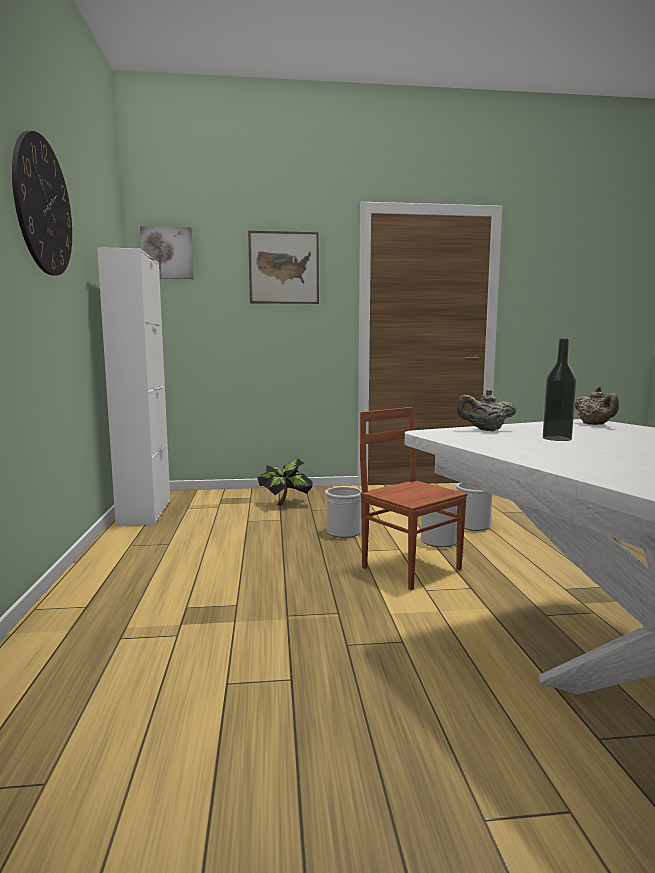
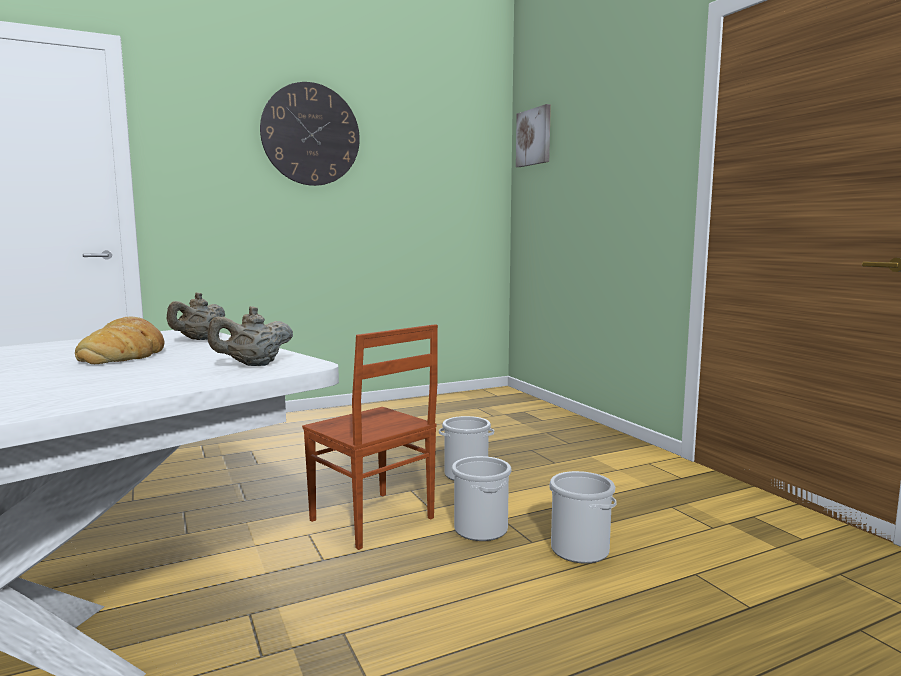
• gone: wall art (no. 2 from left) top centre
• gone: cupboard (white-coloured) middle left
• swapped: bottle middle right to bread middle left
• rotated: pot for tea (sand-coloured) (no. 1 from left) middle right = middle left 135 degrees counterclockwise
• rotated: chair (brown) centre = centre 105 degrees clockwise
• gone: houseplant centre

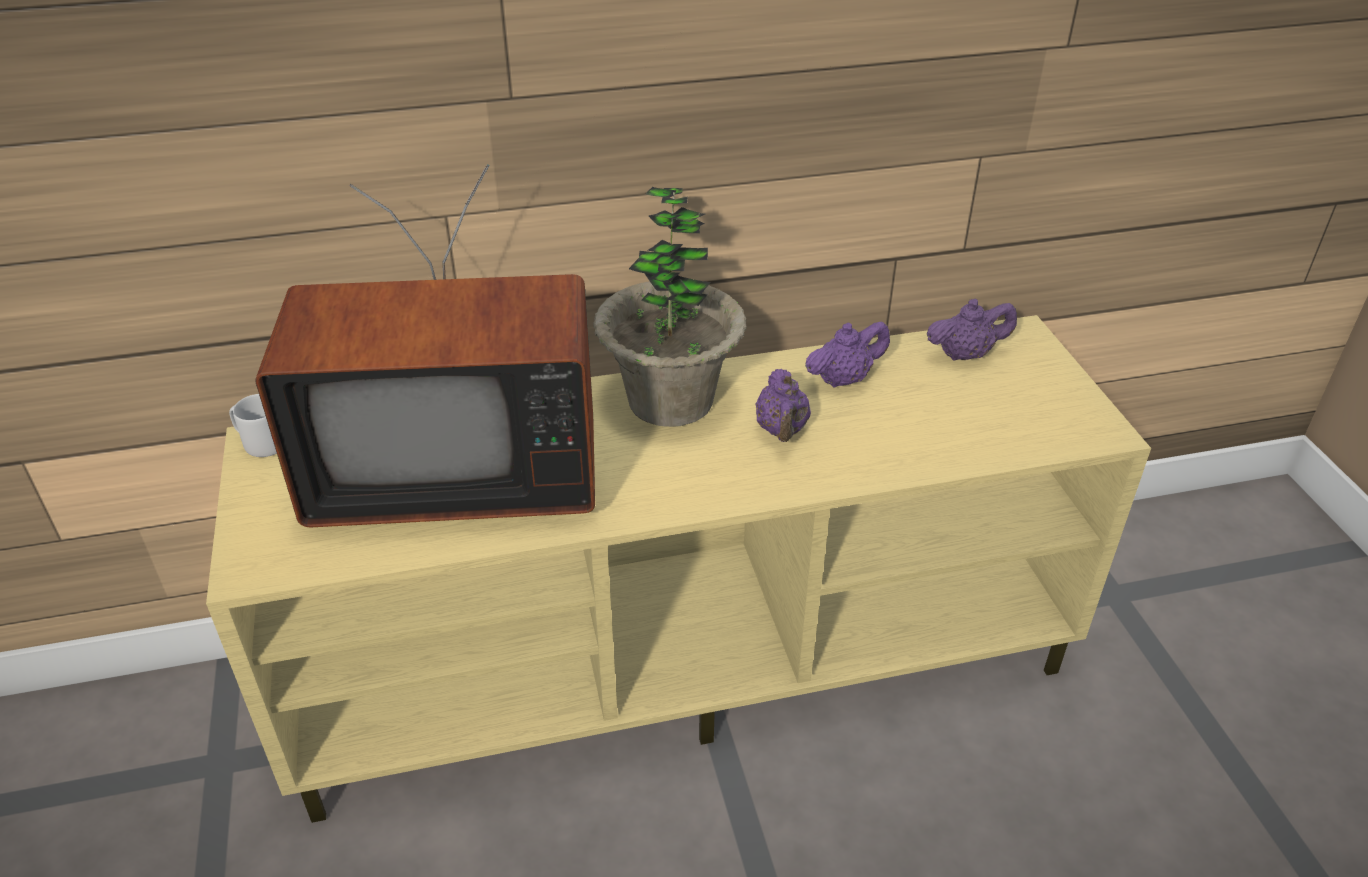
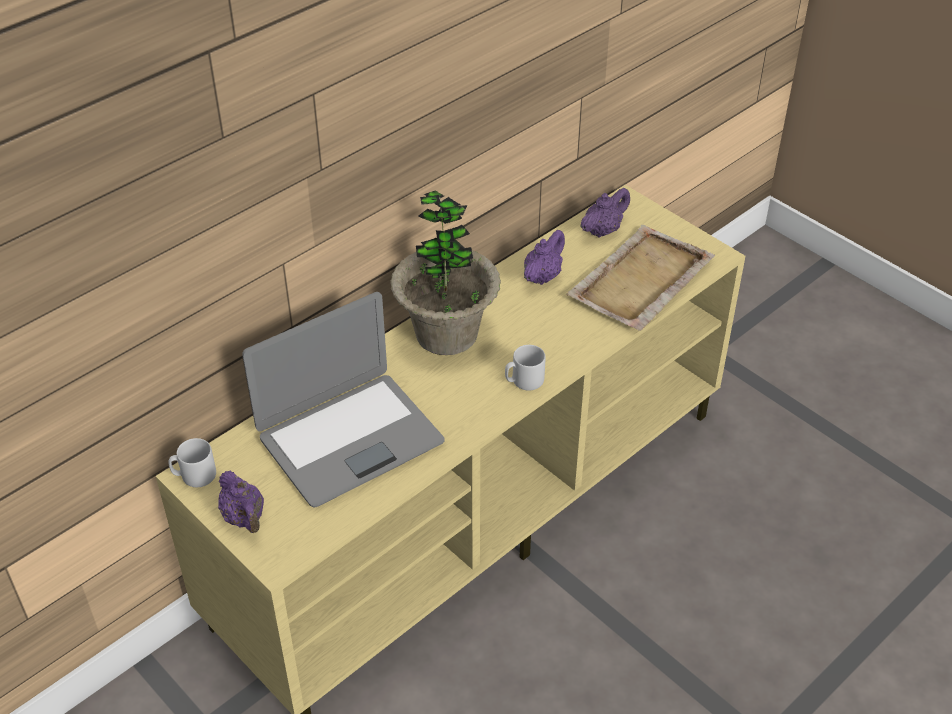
• swapped: TV middle left to portable computer centre
• shifted: pot for tea (purple) (no. 1 from left) centre to bottom left
• new: carrying tray (sand-coloured) middle right
• new: mug (grey) (no. 2 from left) centre

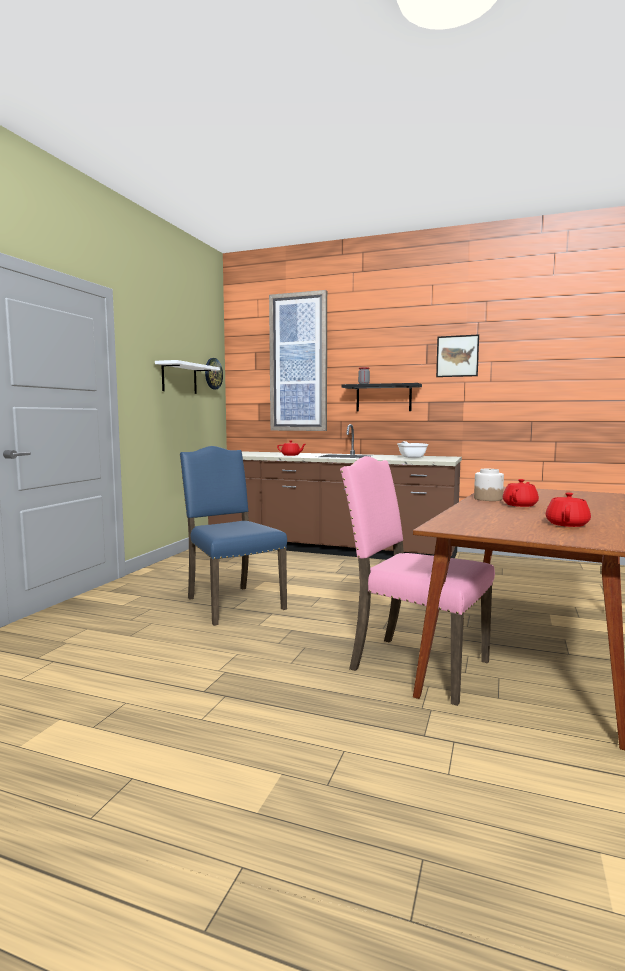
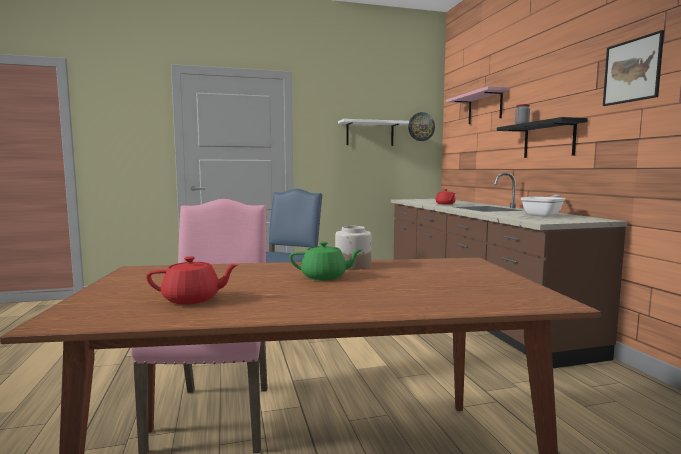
• swapped: wall art (no. 1 from left) centre to shelf (pinkish) top right
• repainted: pot for tea (red) (no. 2 from left) middle right to pot for tea (greenish) centre

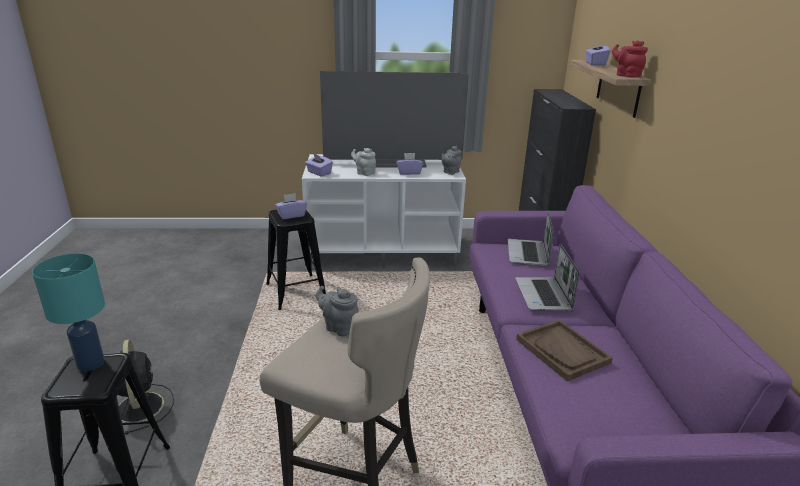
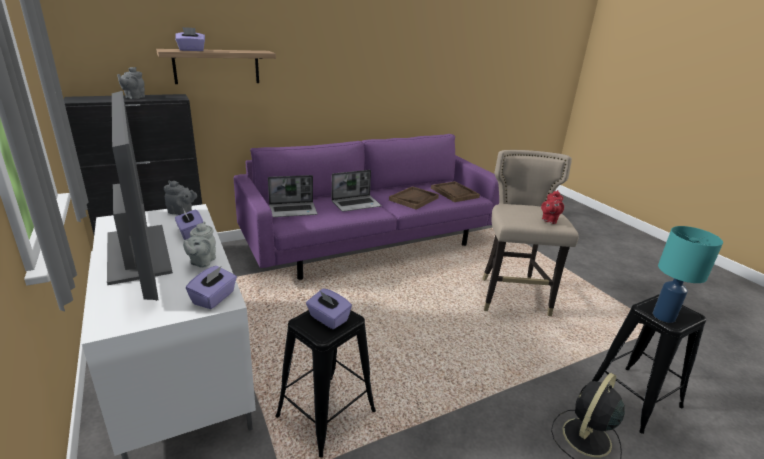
• shifted: pot for tea (red) top right to middle right
• shifted: pot for tea (grey) (no. 1 from left) centre to top left
• new: carrying tray (brown) (no. 2 from left) centre

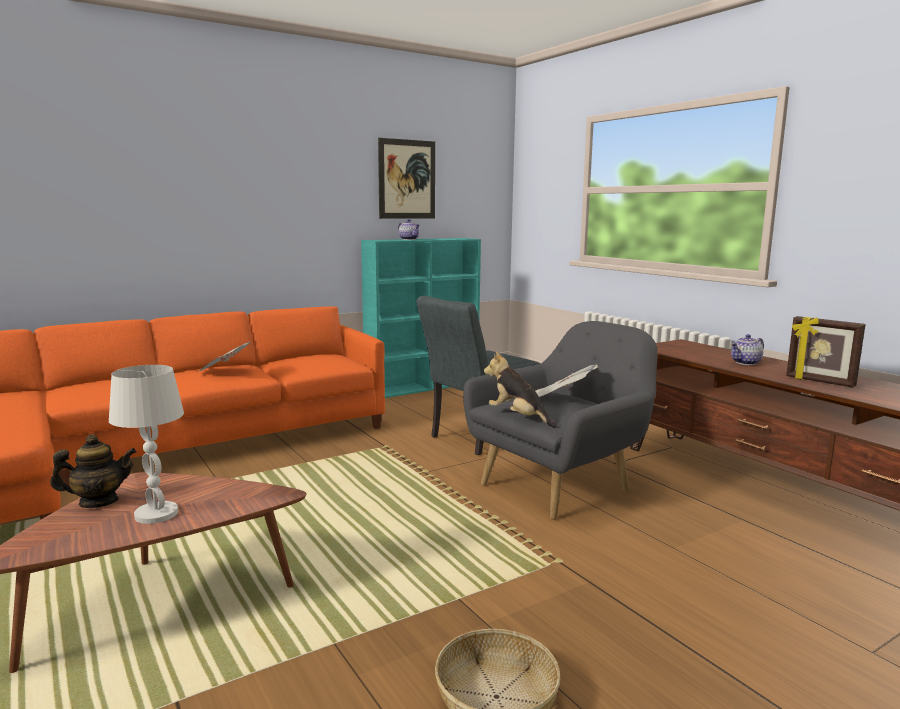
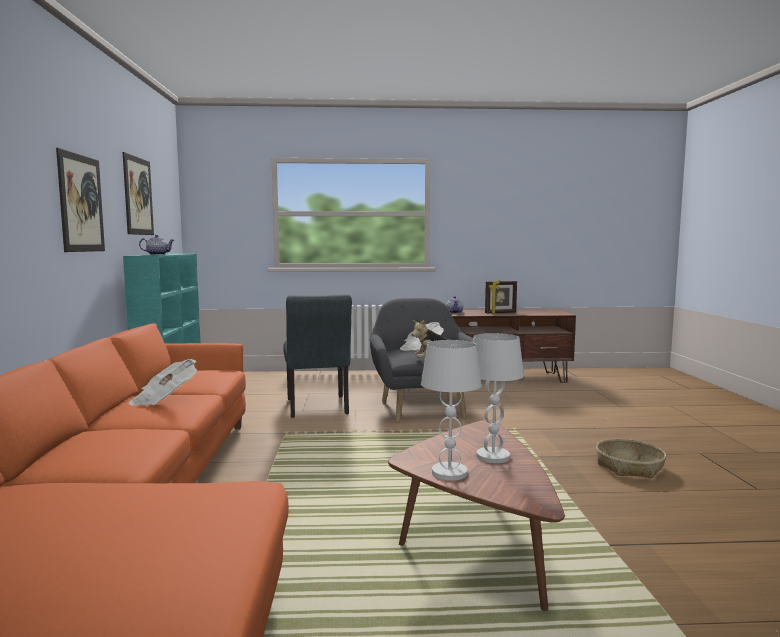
• swapped: pot for tea (no. 1 from left) middle left to table lamp (white-coloured) (no. 1 from left) centre
• new: wall art (no. 1 from left) top left

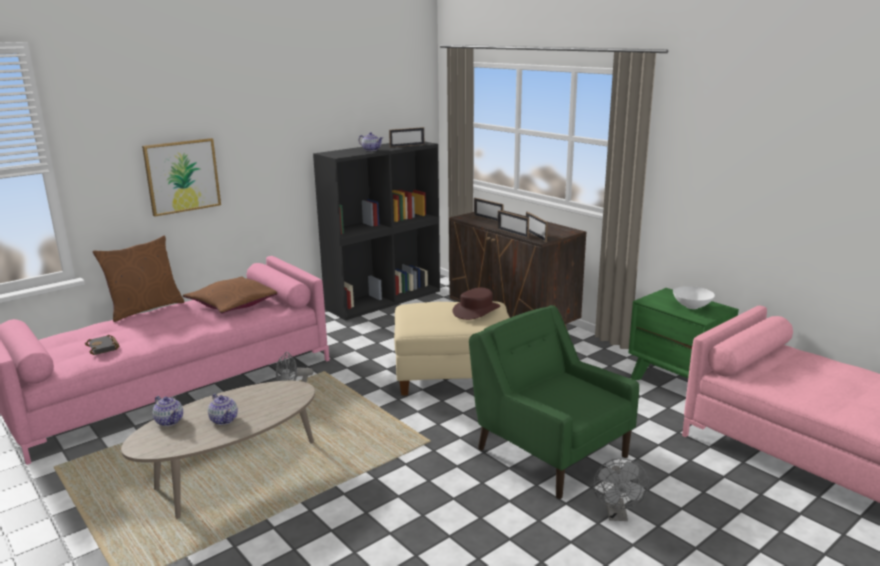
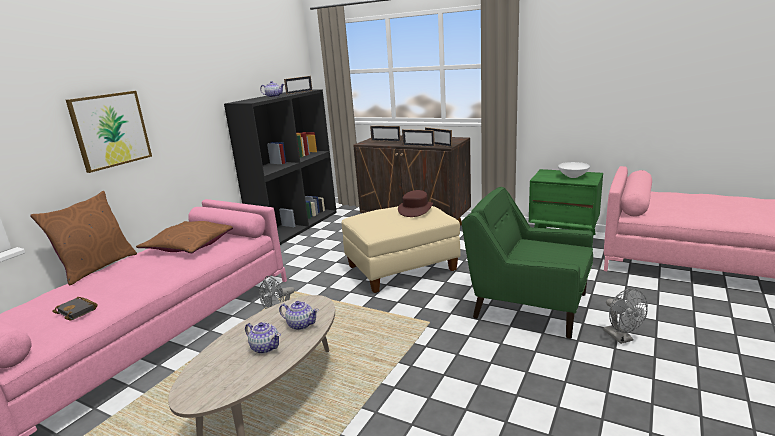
• shifted: pot for tea (no. 1 from left in the first image) bottom left to pot for tea (no. 3 from left) bottom centre

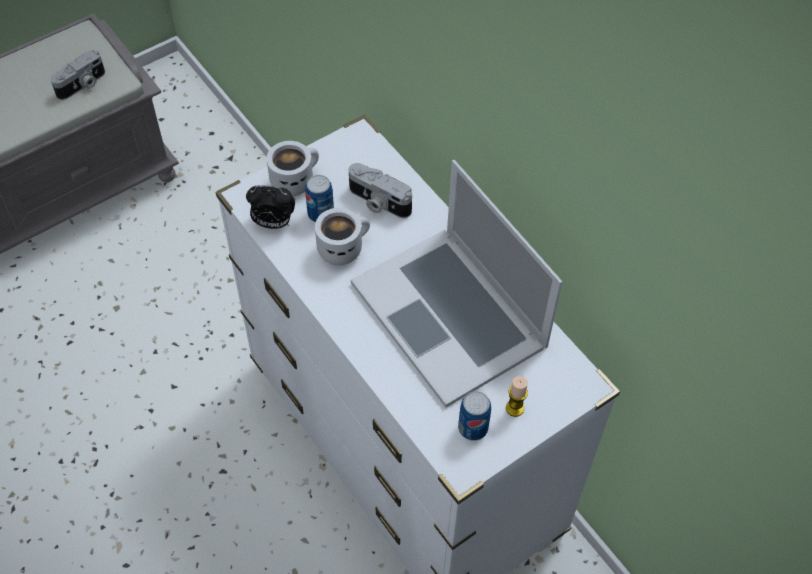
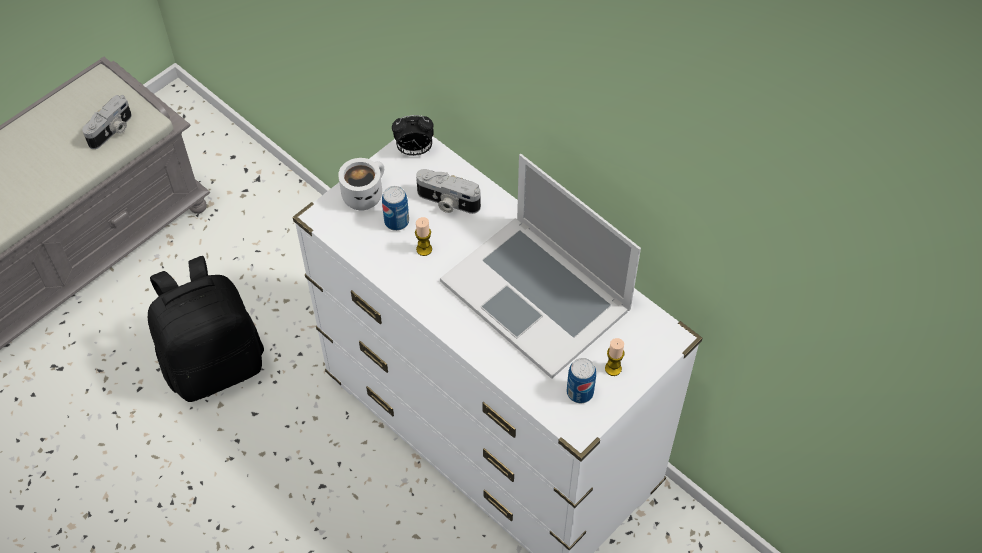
• shifted: alarm clock middle left to top centre
• swapped: mug (white-coloured) (no. 2 from left) centre to wax light (no. 1 from left) centre
• new: backpack (black) middle left

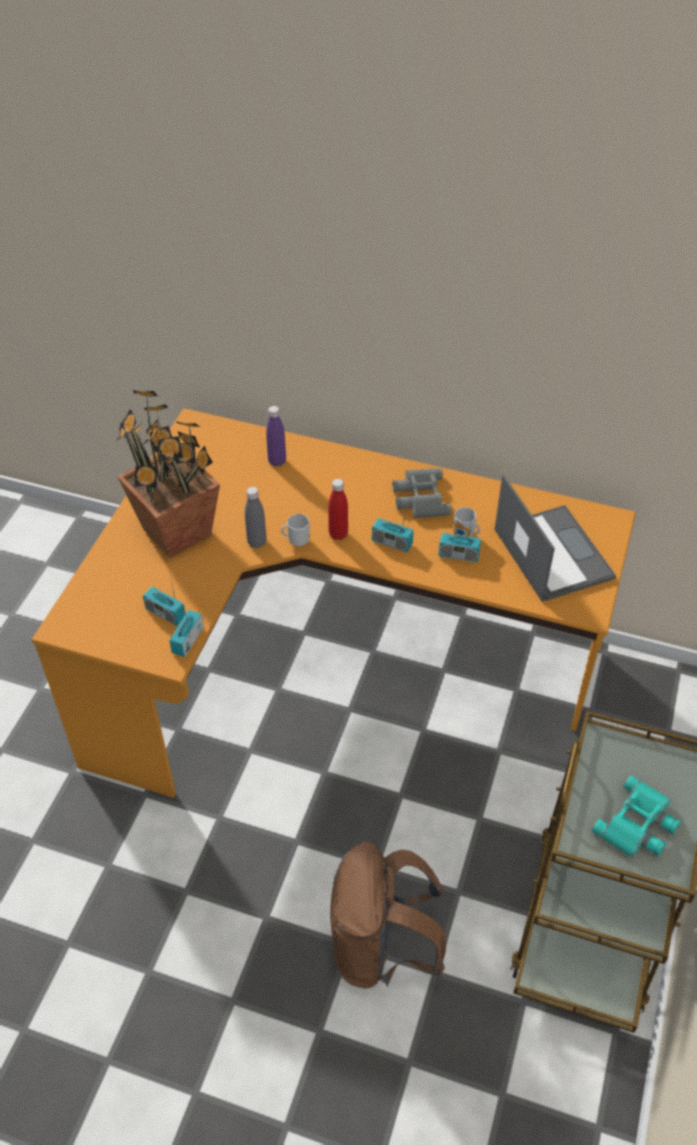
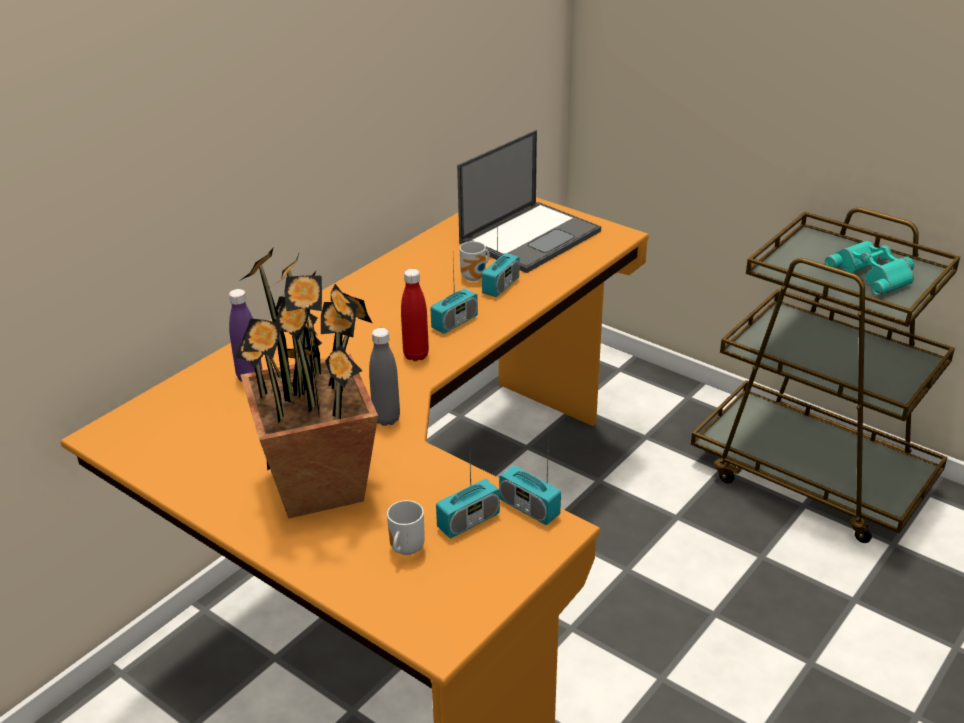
• gone: pair of binoculars (grey) centre
• rotated: portable computer middle right = top centre 135 degrees clockwise
• shifted: mug (no. 1 from left) centre to bottom centre
• gone: backpack (brown) bottom centre

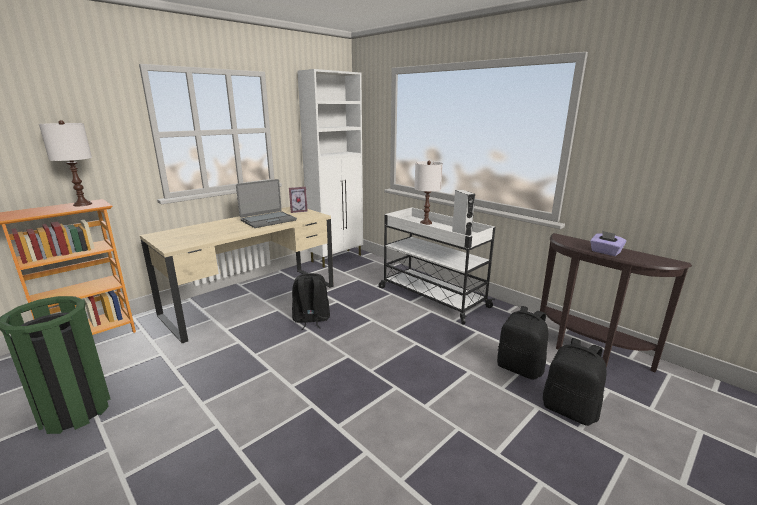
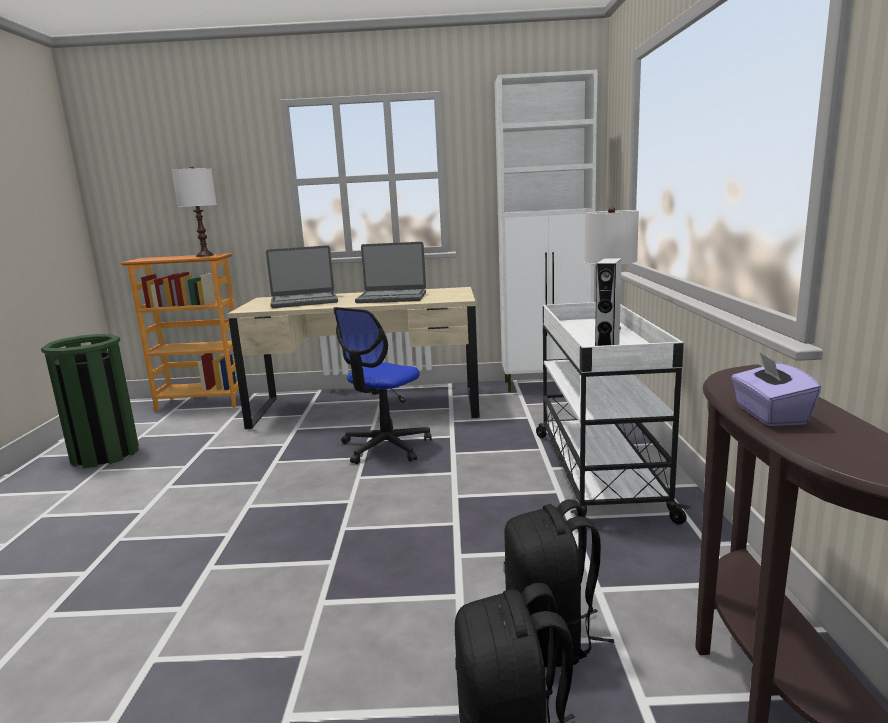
• gone: picture frame centre
• swapped: backpack (black) (no. 1 from left) centre to desk chair centre
• new: portable computer (no. 1 from left) centre

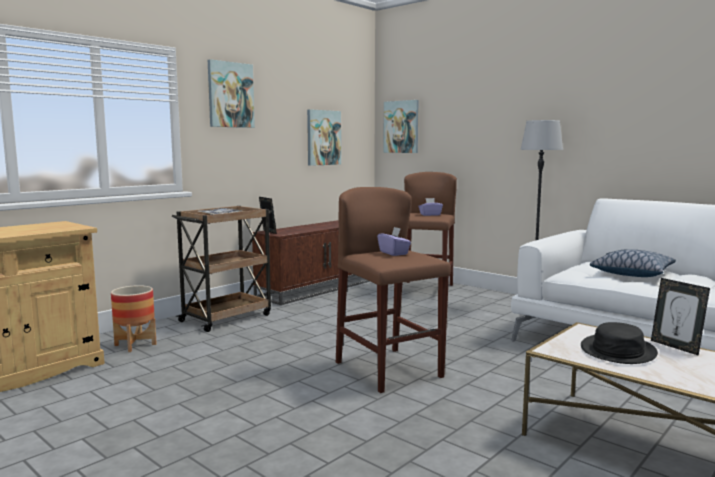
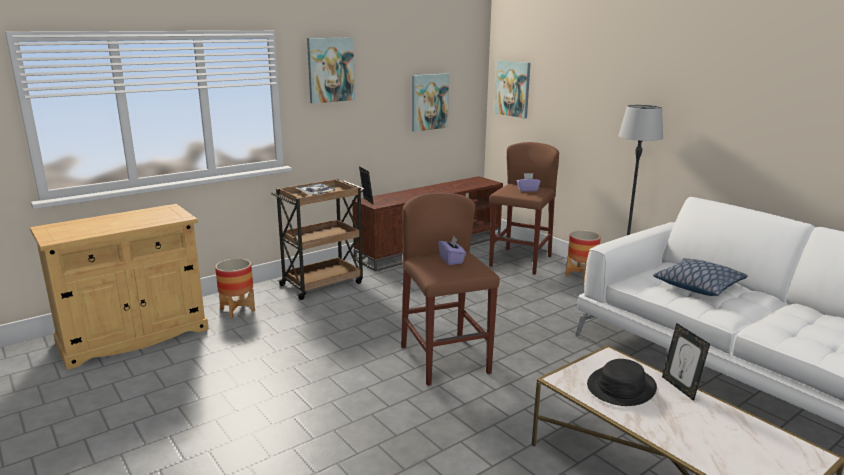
• new: plant pot (no. 2 from left) middle right

